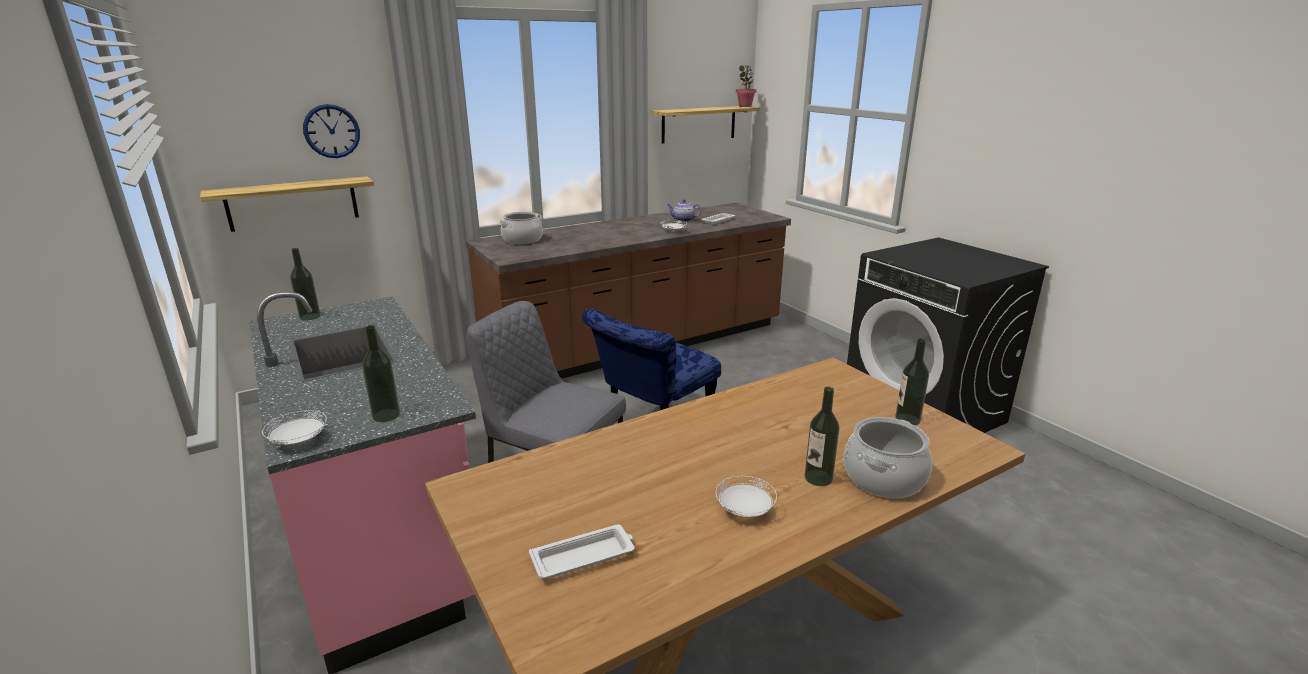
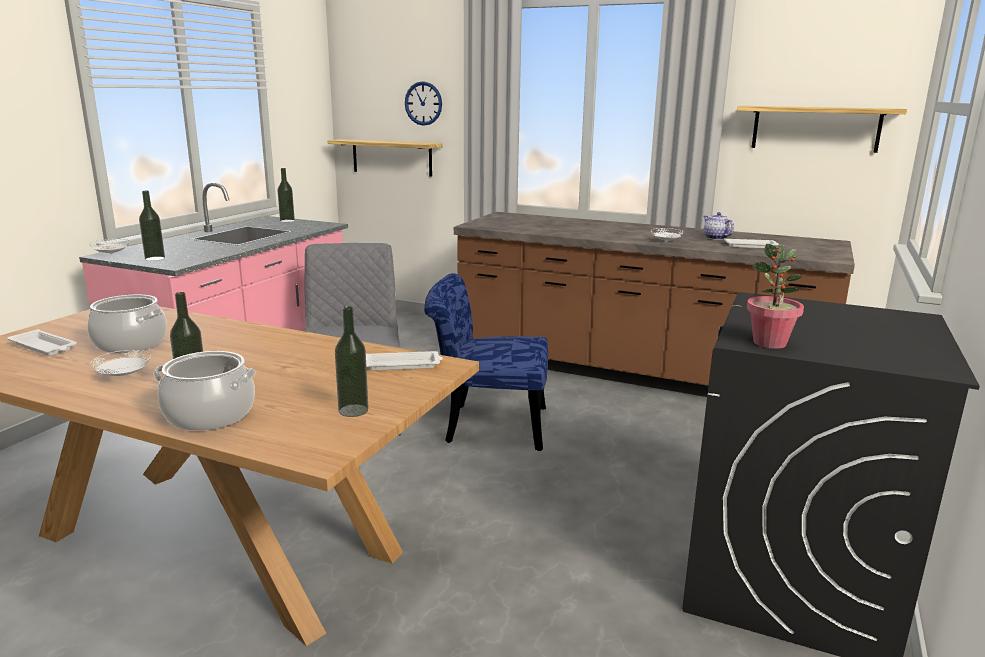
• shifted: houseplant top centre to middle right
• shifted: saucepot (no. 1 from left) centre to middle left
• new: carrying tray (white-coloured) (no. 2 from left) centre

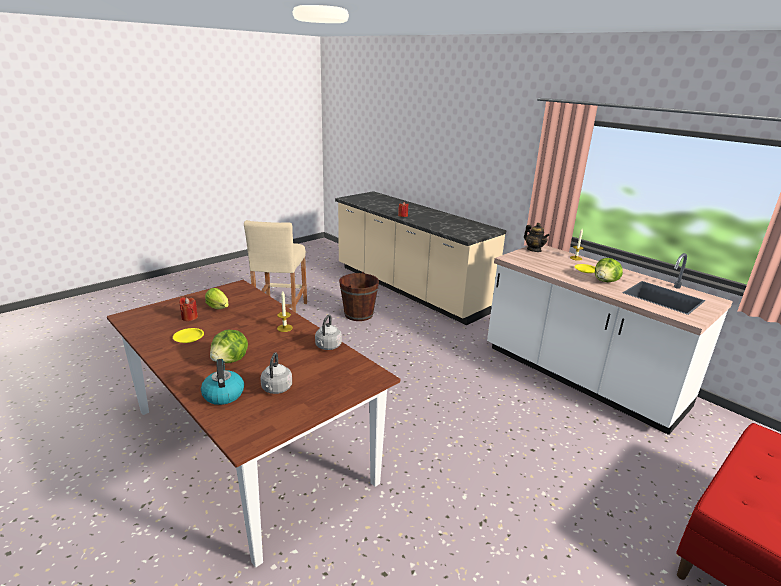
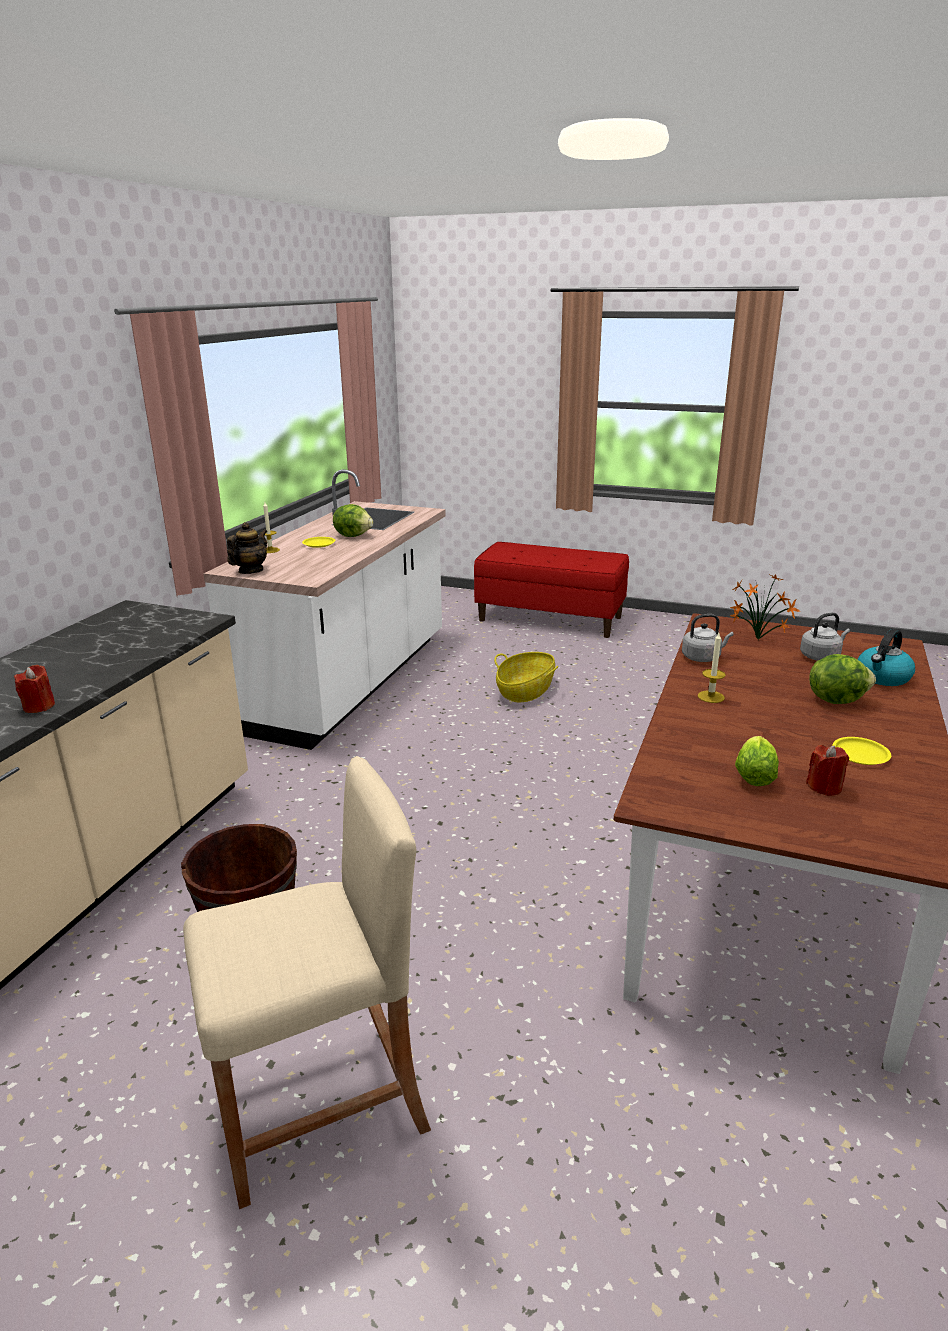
• new: houseplant middle right
• new: basket centre

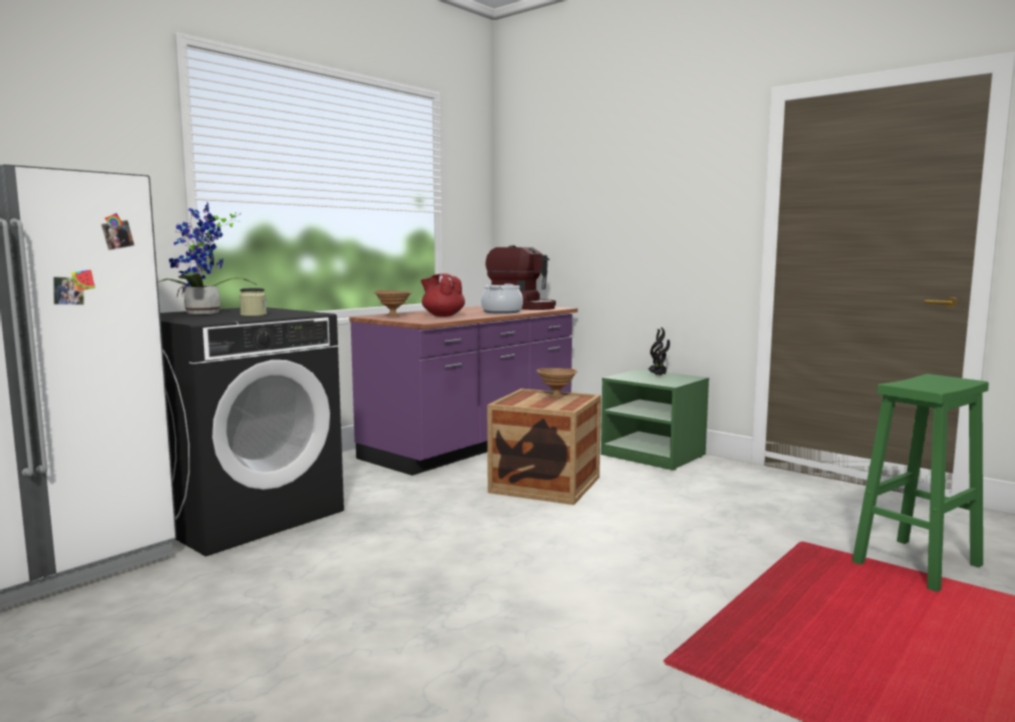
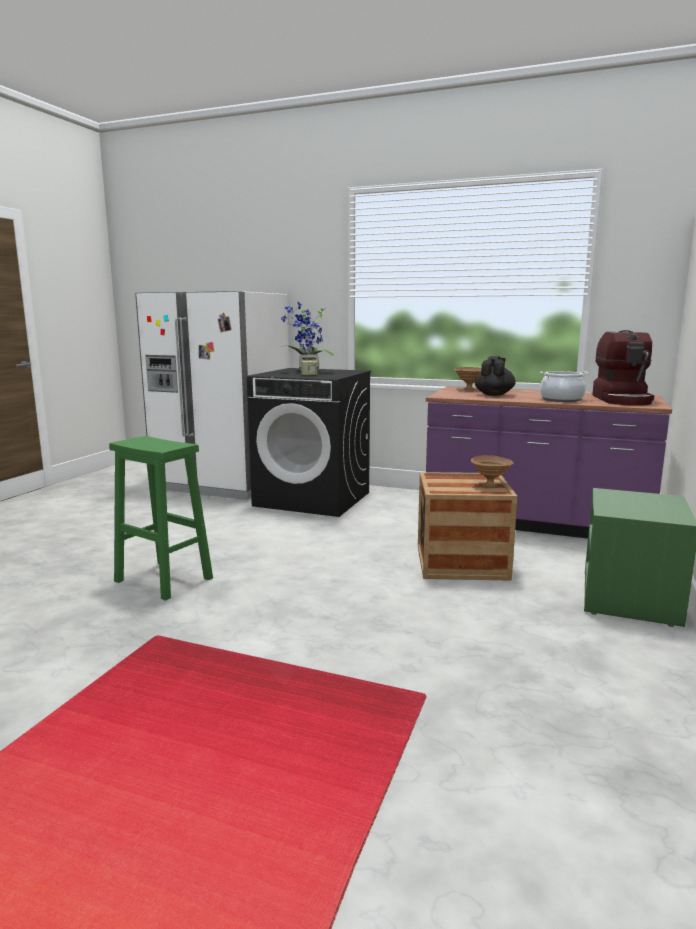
• repainted: pot for tea (red) centre to pot for tea (black) middle right
• gone: houseplant (no. 2 from left) centre
• shifted: stool (greenish) bottom right to middle left

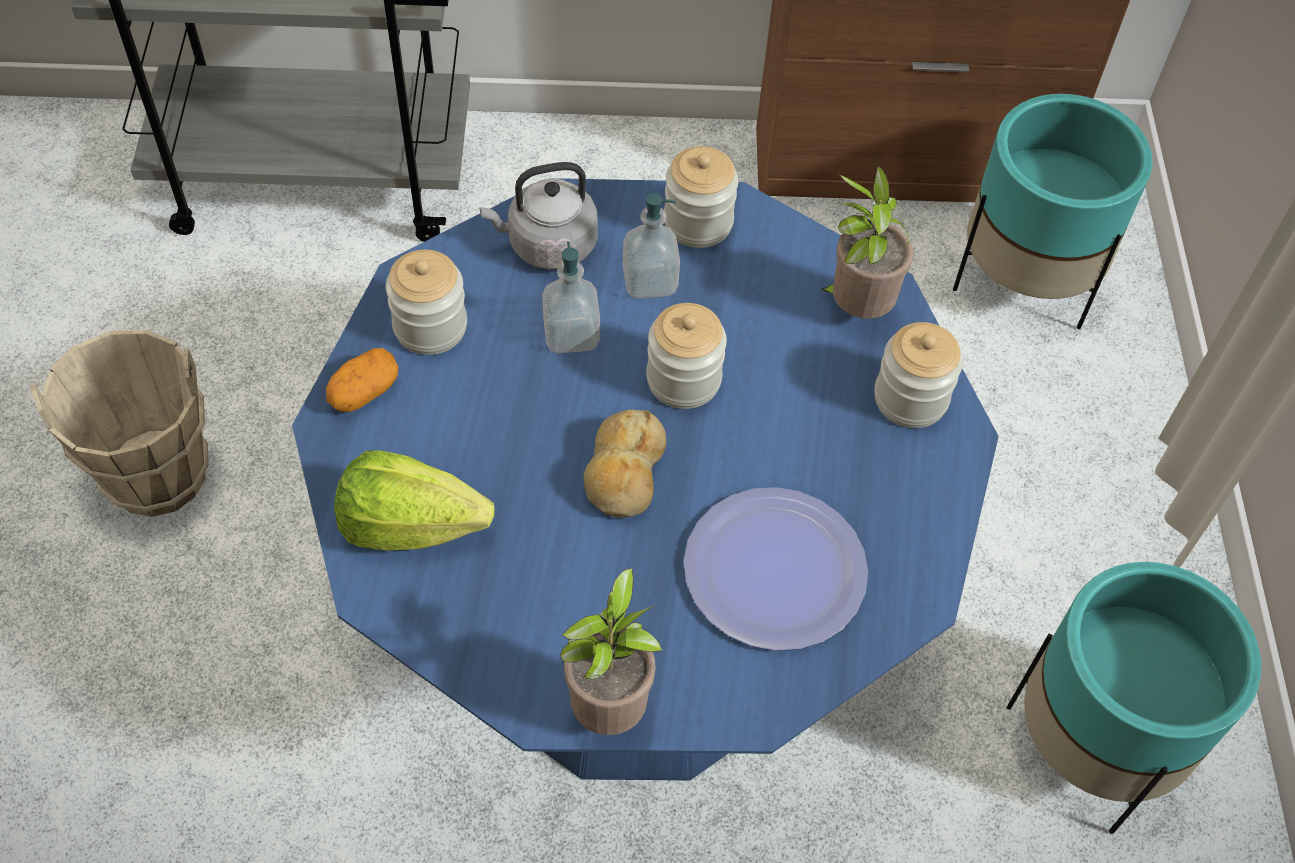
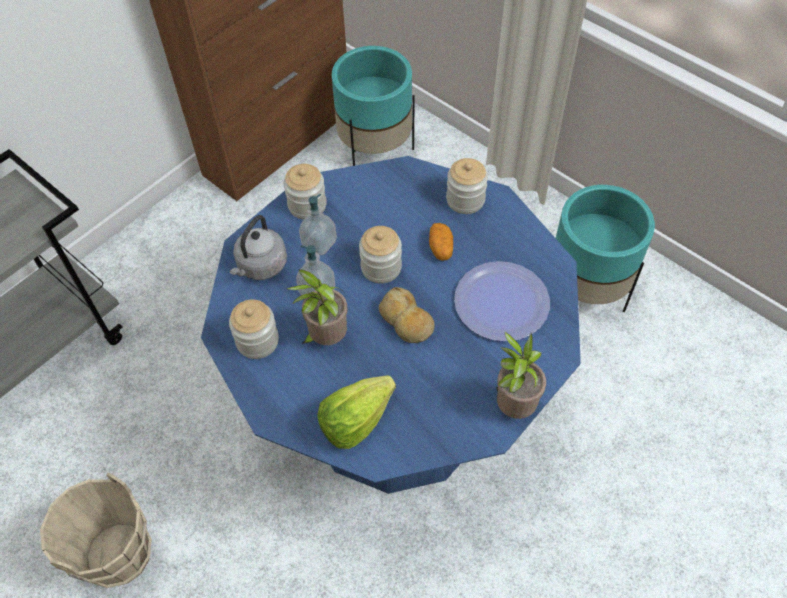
• shifted: houseplant (no. 2 from left in the first image) top right to houseplant (no. 1 from left) centre
• shifted: whole potato middle left to centre

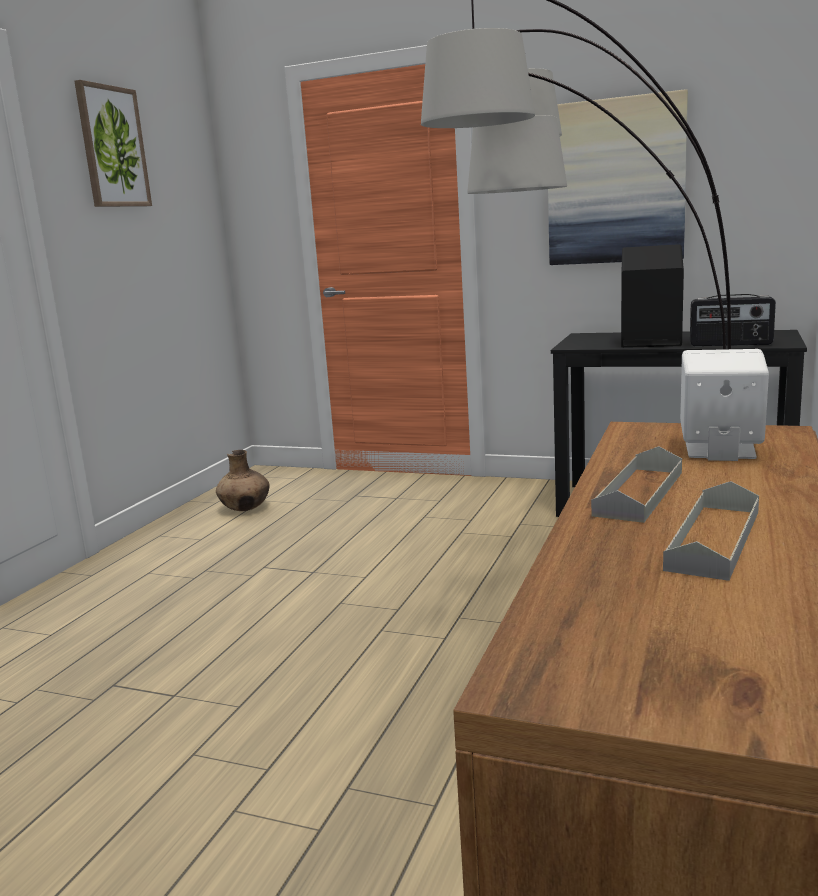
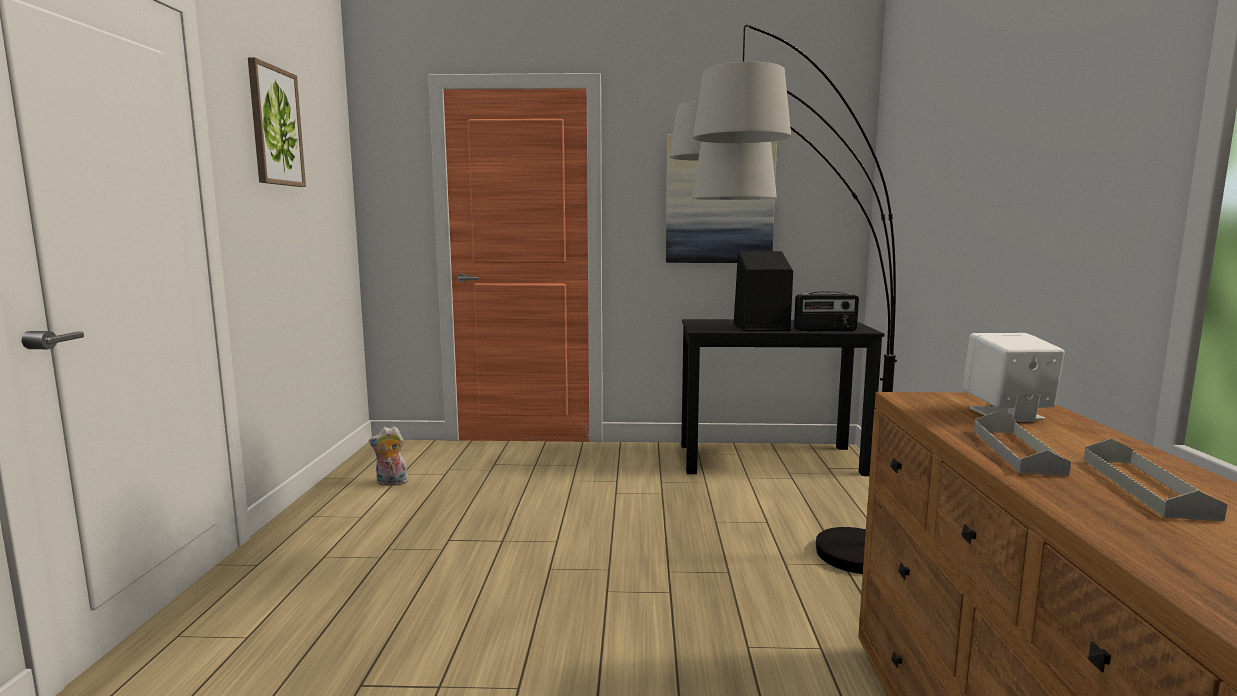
• swapped: decorative vase (brown) middle left to cuddly toy middle left

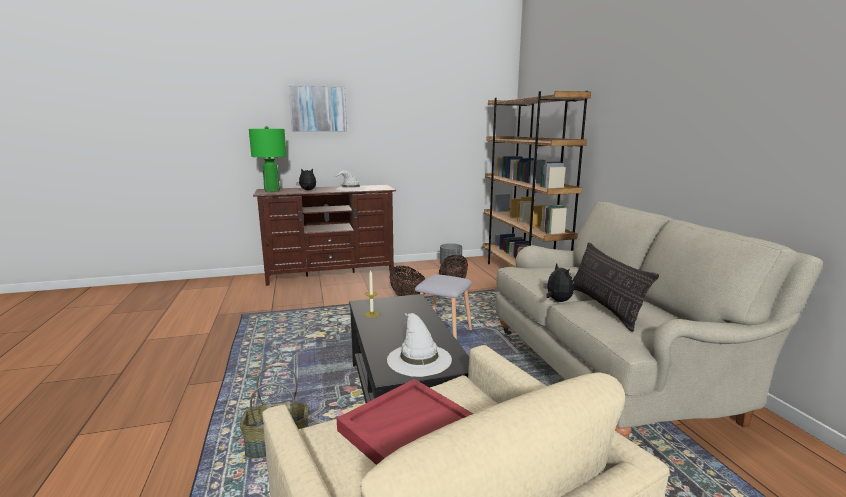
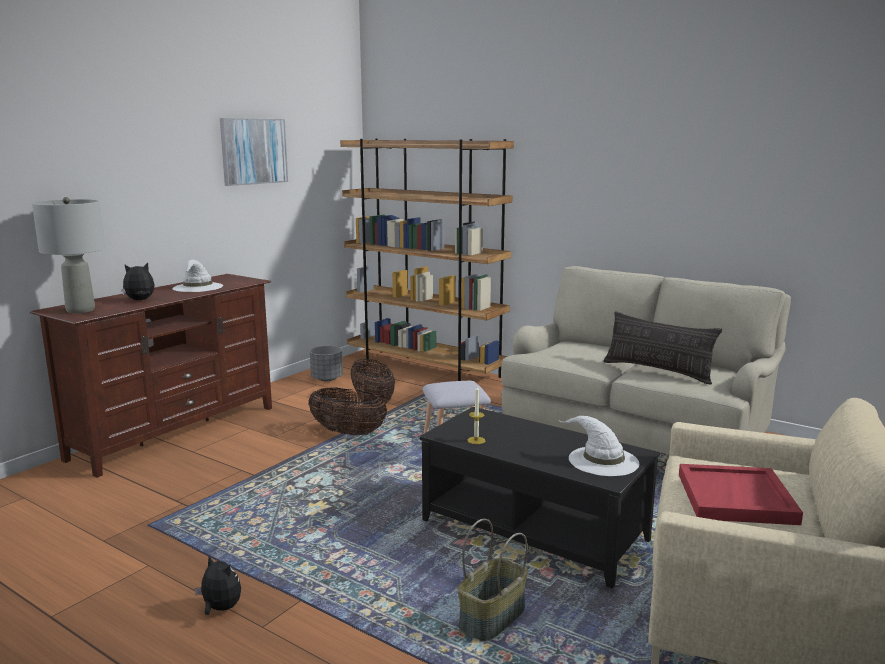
• shifted: wall art top centre to top left
• repainted: table lamp (greenish) top left to table lamp (grey) middle left
• shifted: cuddly toy (no. 2 from left) centre to bottom left

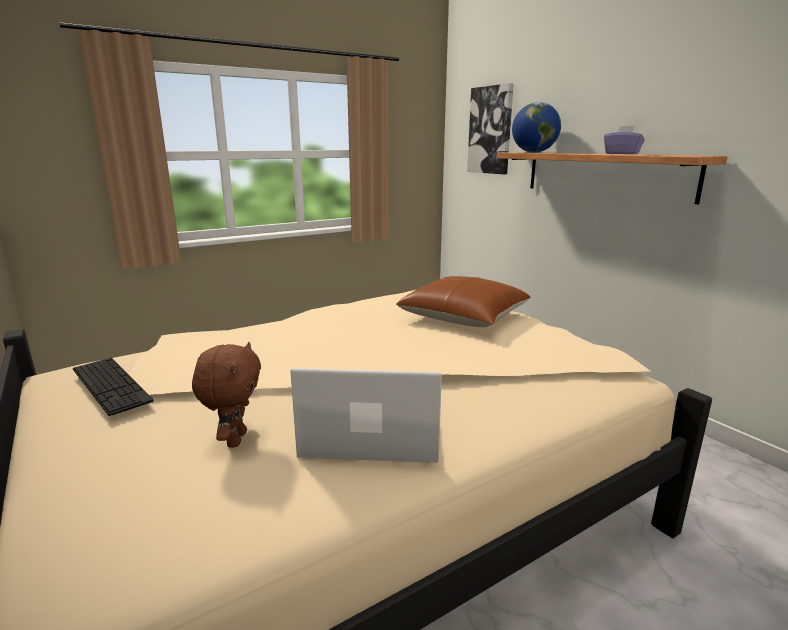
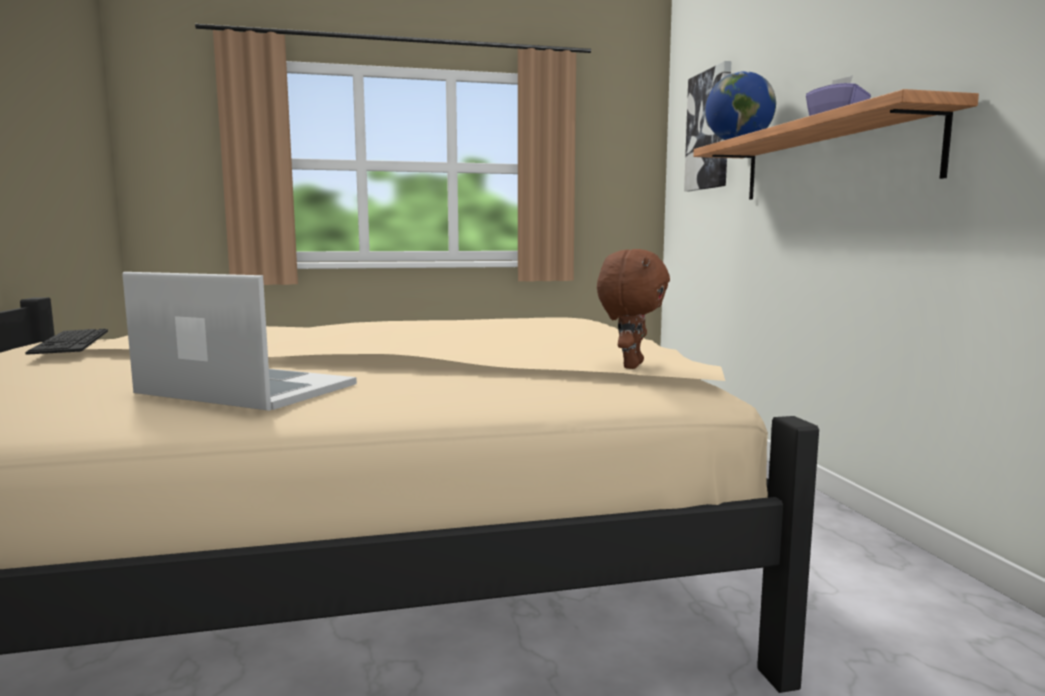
• gone: cushion (brown) centre
• shifted: cuddly toy (brown) middle left to centre

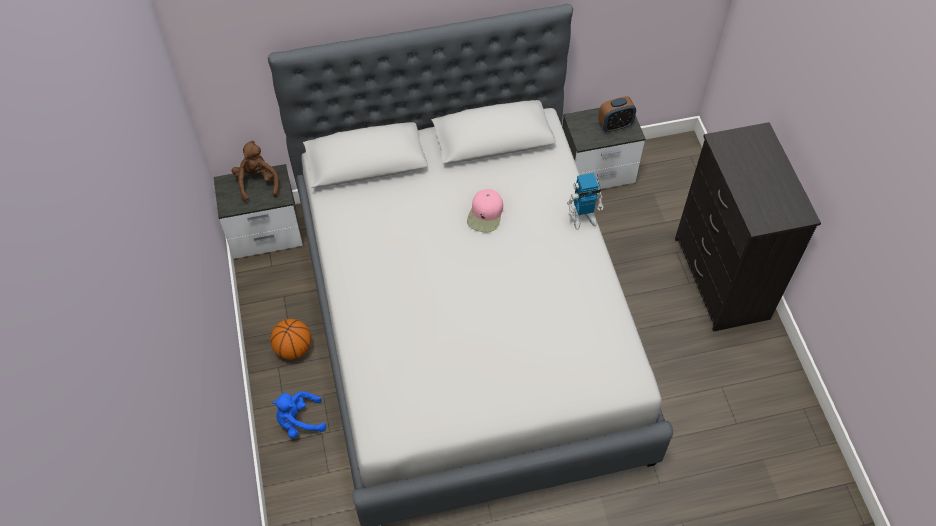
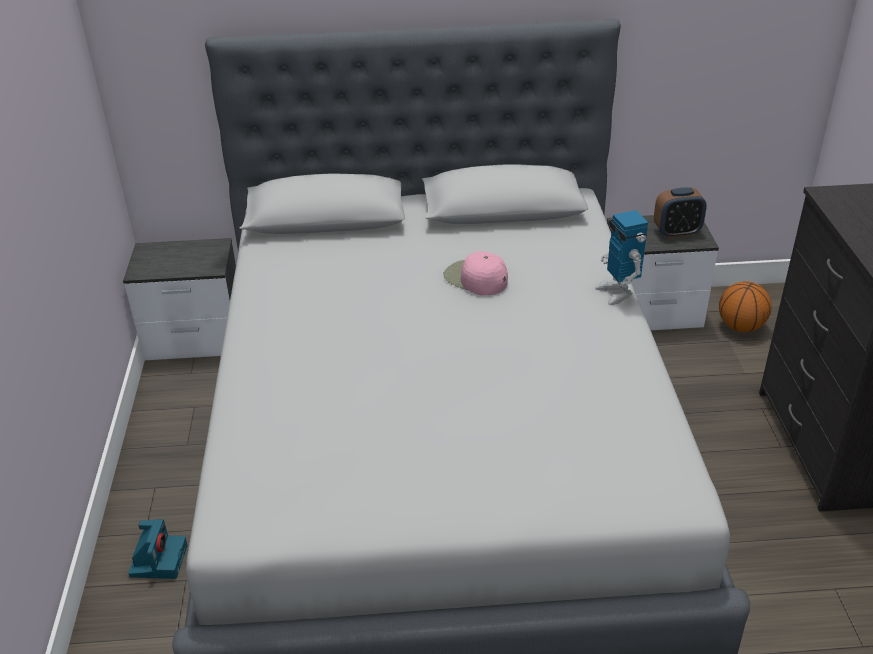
• gone: cuddly toy (brown) top left
• rotated: toy robot centre = middle right 75 degrees clockwise
• rotated: baseball cap (pinkish) centre = centre 105 degrees clockwise
• shifted: basketball middle left to middle right
• swapped: cuddly toy (bluish) bottom left to still camera bottom left

